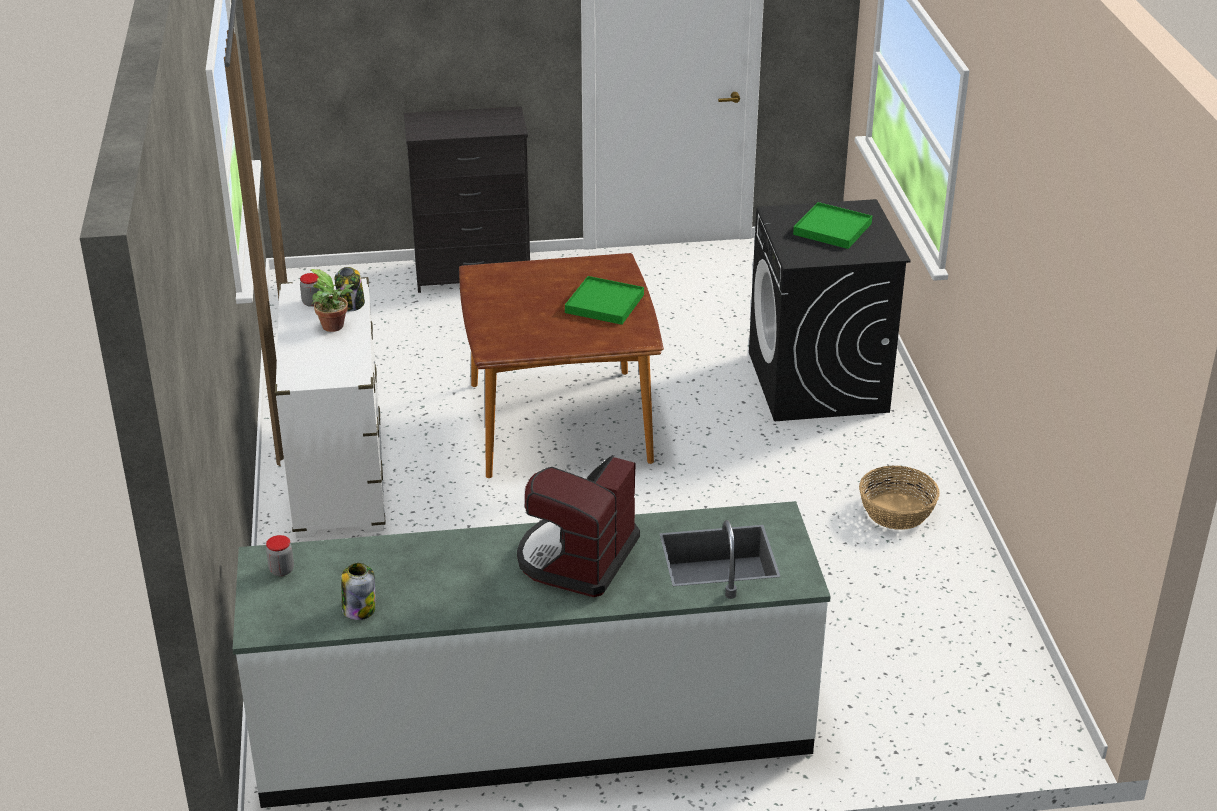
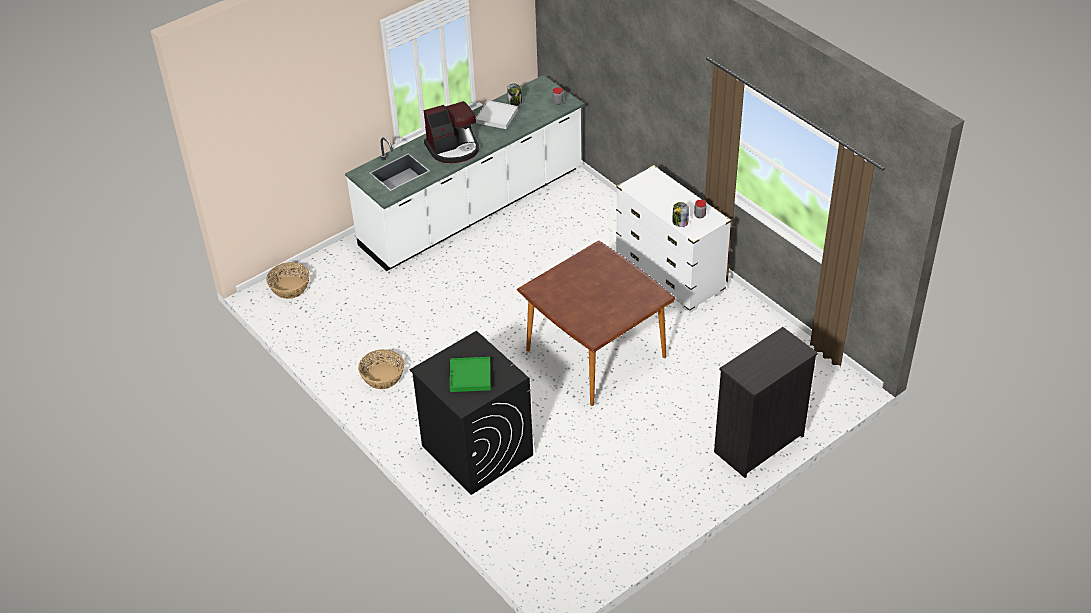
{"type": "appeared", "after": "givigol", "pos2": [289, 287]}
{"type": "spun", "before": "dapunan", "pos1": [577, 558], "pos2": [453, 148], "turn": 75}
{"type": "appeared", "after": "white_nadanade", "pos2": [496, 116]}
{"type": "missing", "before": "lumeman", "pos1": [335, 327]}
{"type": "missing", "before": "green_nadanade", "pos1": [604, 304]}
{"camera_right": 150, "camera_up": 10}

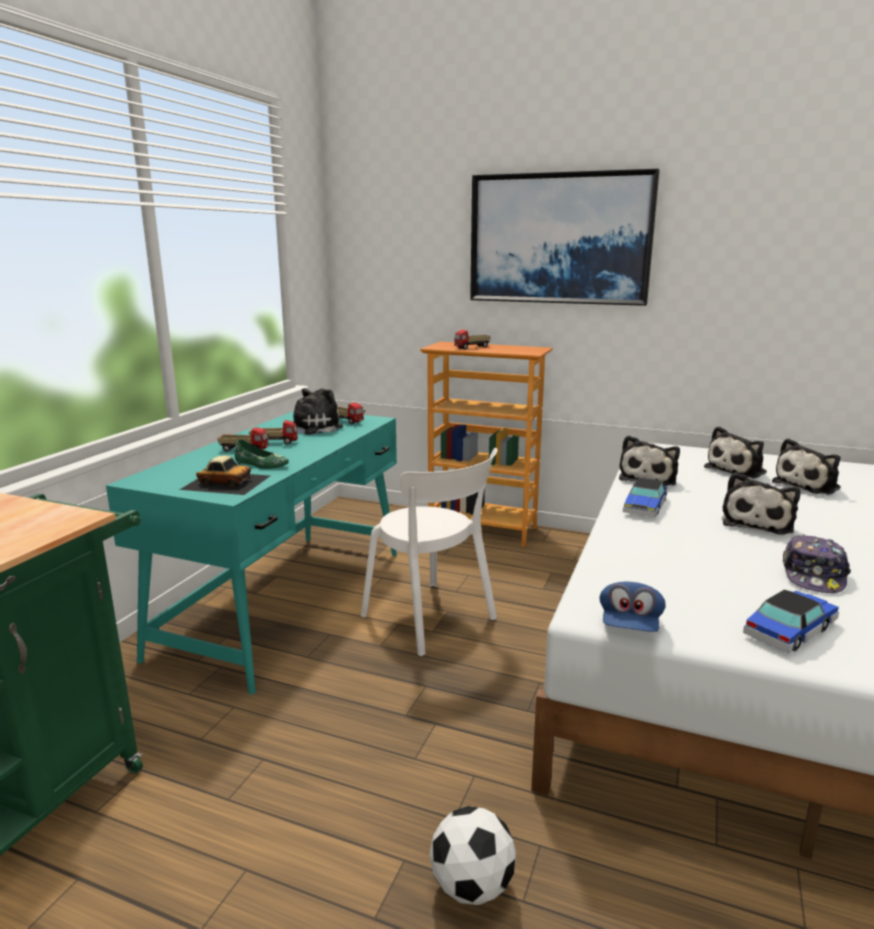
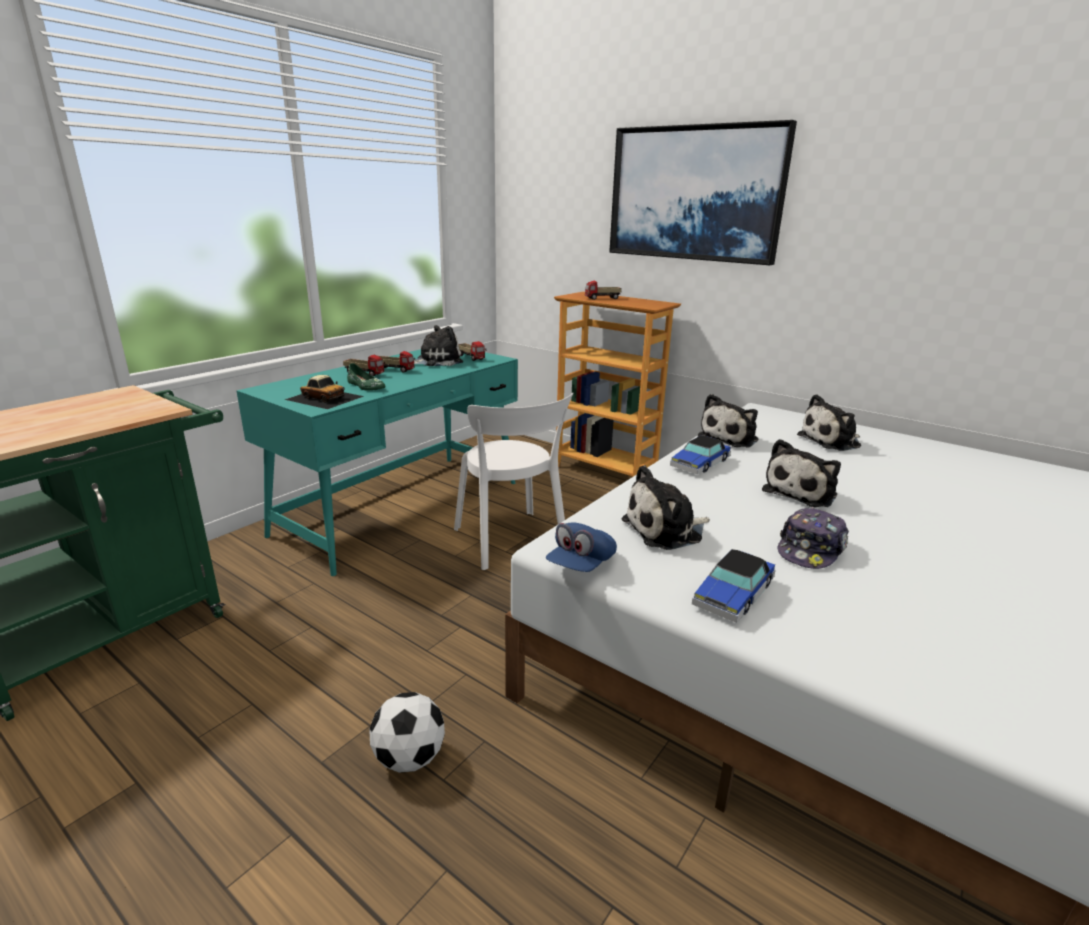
{"type": "relocated", "before": "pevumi", "pos1": [808, 485], "pos2": [666, 530]}
{"type": "spun", "before": "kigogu", "pos1": [790, 630], "pos2": [733, 594], "turn": 150}
{"camera_right": 15, "camera_up": 5}

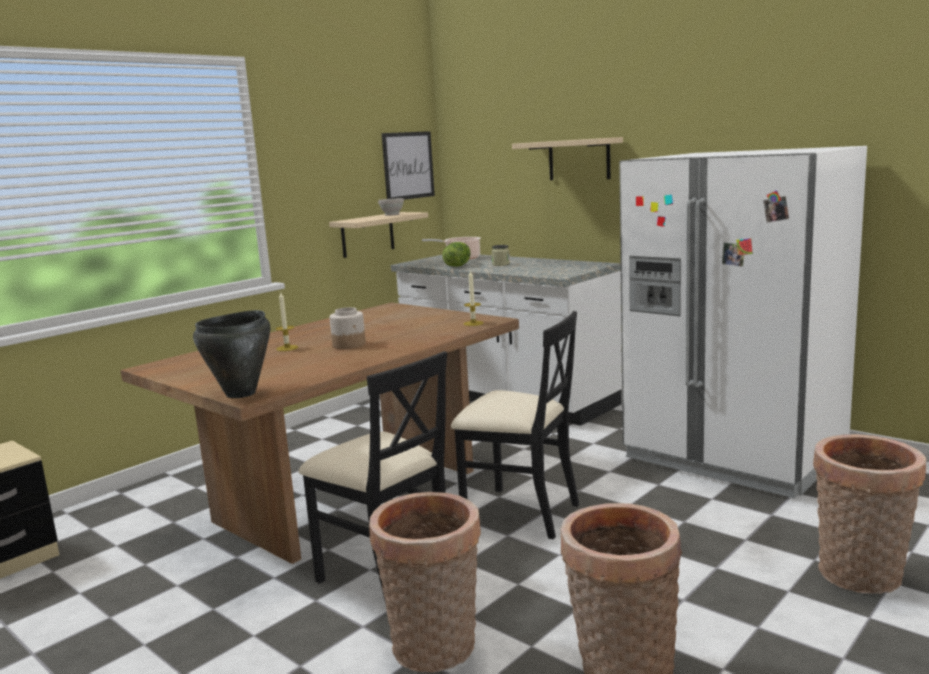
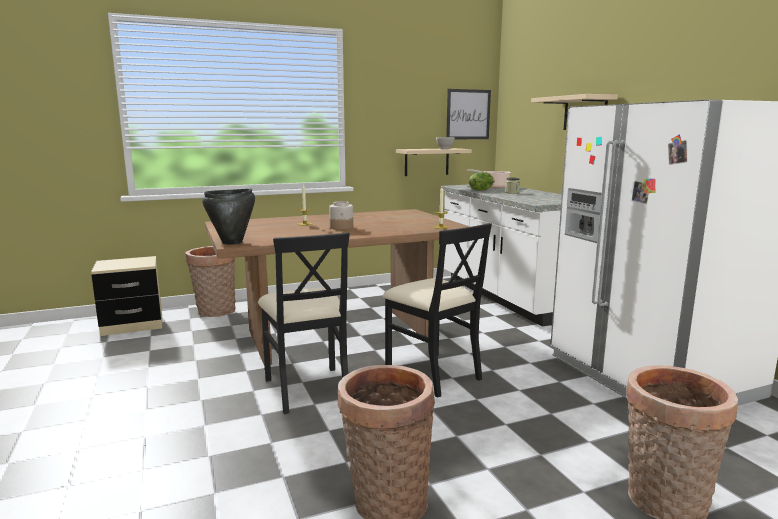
{"type": "relocated", "before": "givigol", "pos1": [434, 651], "pos2": [215, 312]}
{"camera_right": 25, "camera_up": 0}

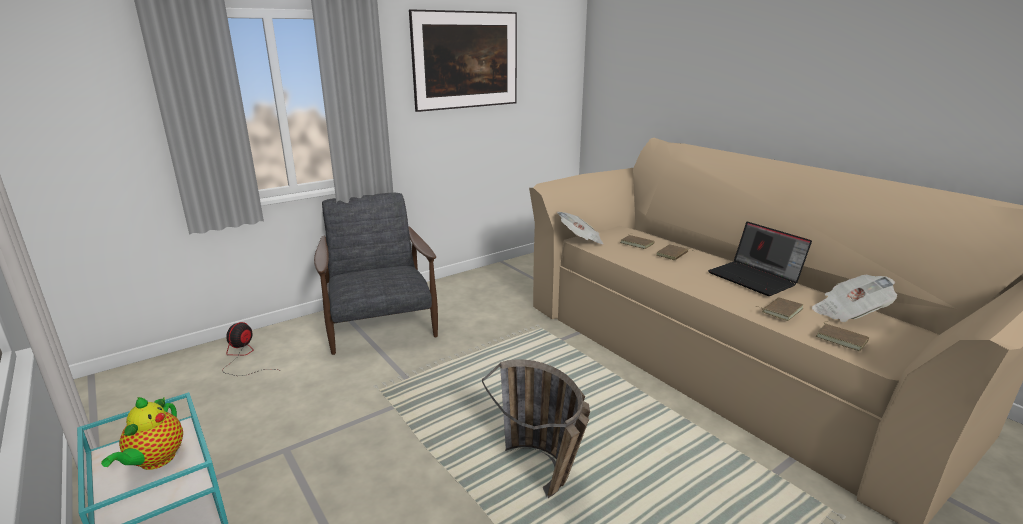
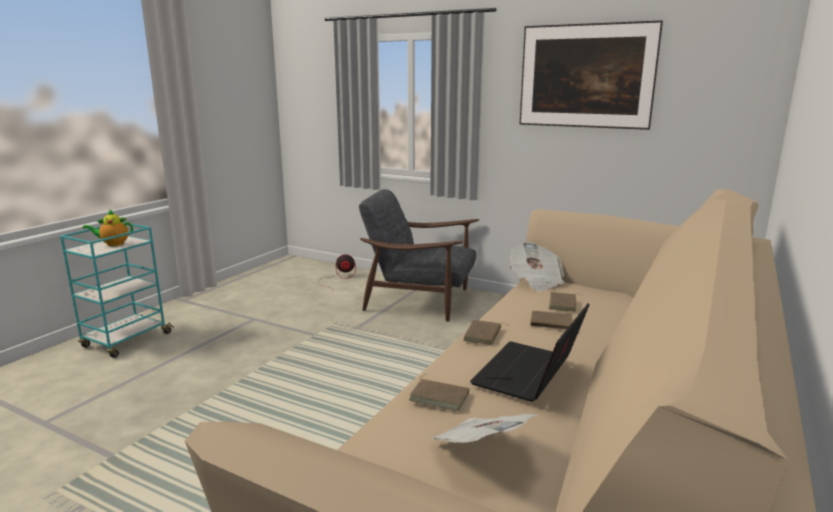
{"type": "spun", "before": "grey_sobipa", "pos1": [380, 324], "pos2": [420, 300], "turn": -120}
{"type": "relocated", "before": "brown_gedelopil", "pos1": [842, 339], "pos2": [484, 335]}
{"type": "missing", "before": "givigol", "pos1": [545, 479]}
{"camera_right": 65, "camera_up": -5}

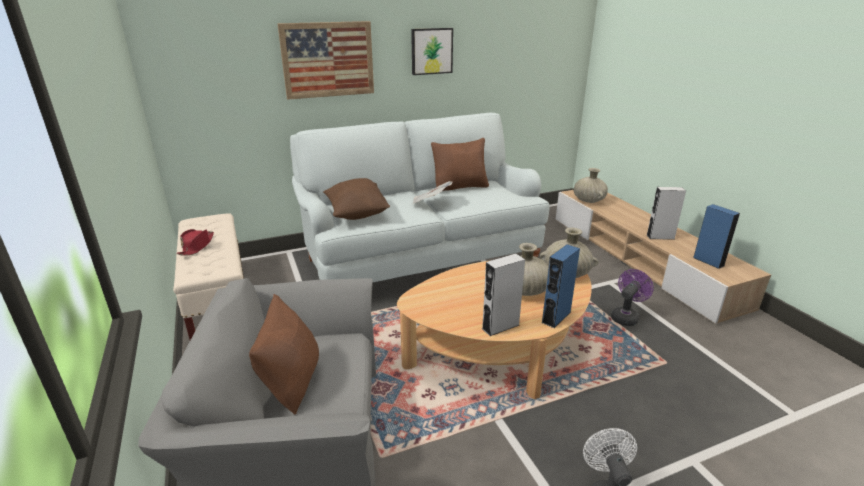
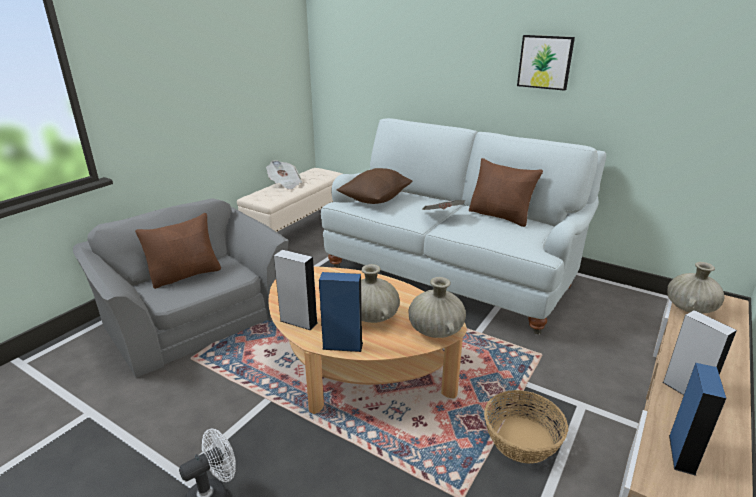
{"type": "exchanged", "before": "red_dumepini", "after": "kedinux", "pos1": [197, 246], "pos2": [285, 184]}
{"type": "exchanged", "before": "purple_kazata", "after": "givigol", "pos1": [626, 316], "pos2": [521, 439]}
{"type": "missing", "before": "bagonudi", "pos1": [328, 60]}
{"camera_right": 55, "camera_up": 0}

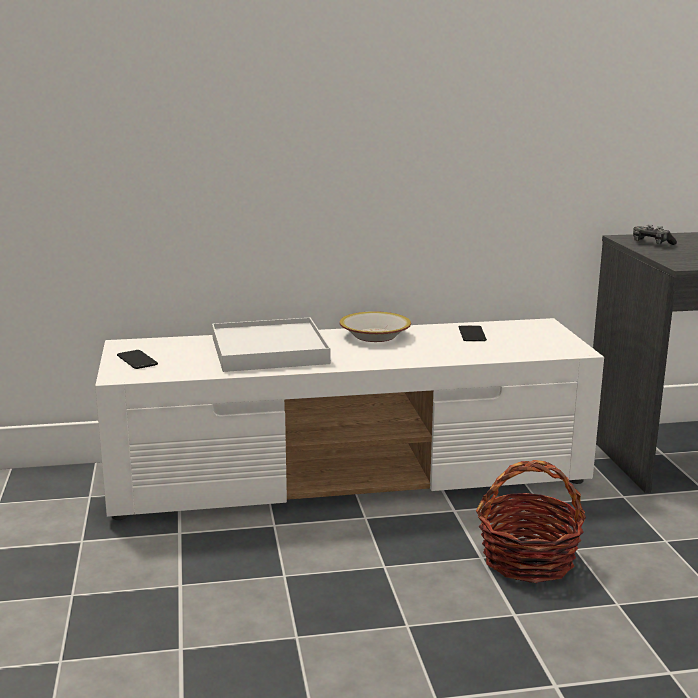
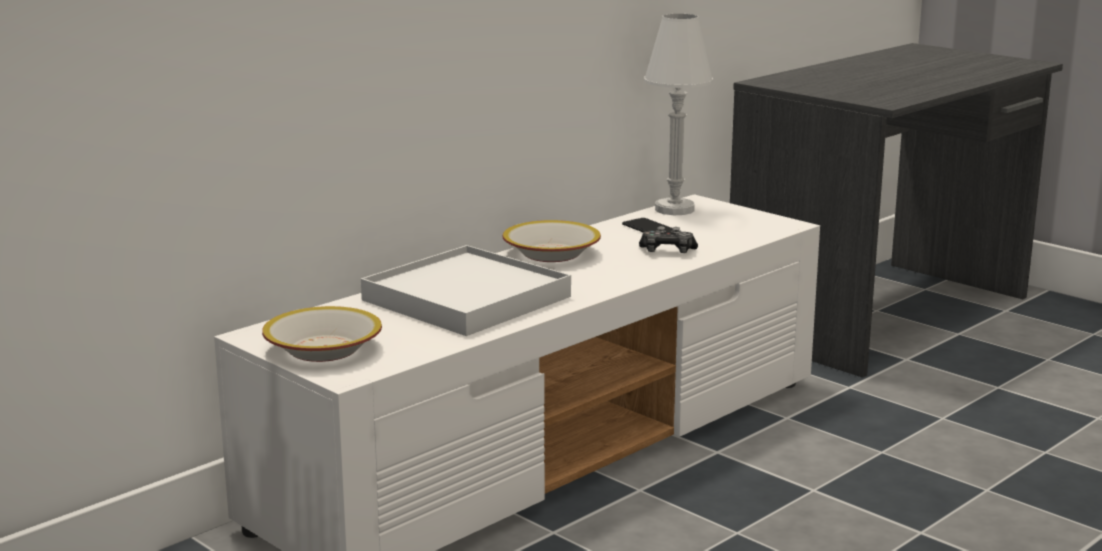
{"type": "exchanged", "before": "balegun", "after": "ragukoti", "pos1": [137, 360], "pos2": [323, 350]}
{"type": "relocated", "before": "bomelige", "pos1": [651, 243], "pos2": [667, 251]}
{"type": "appeared", "after": "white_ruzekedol", "pos2": [674, 209]}
{"type": "missing", "before": "givigol", "pos1": [528, 560]}
{"camera_right": -35, "camera_up": 0}

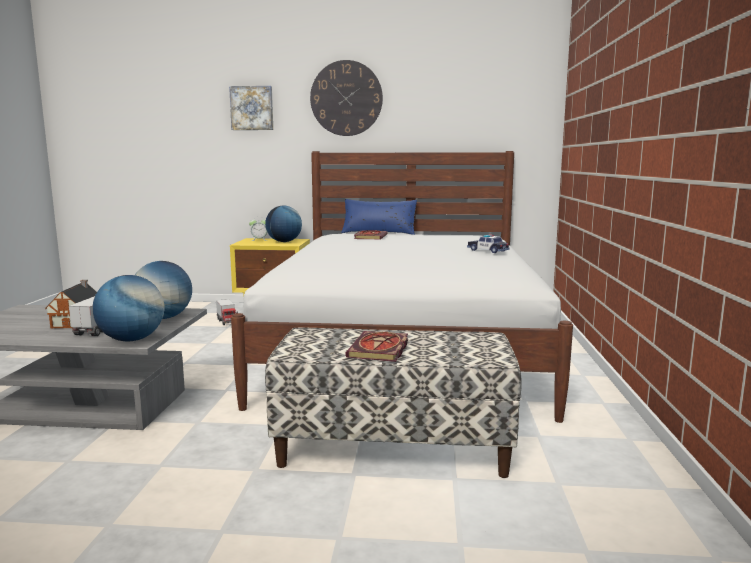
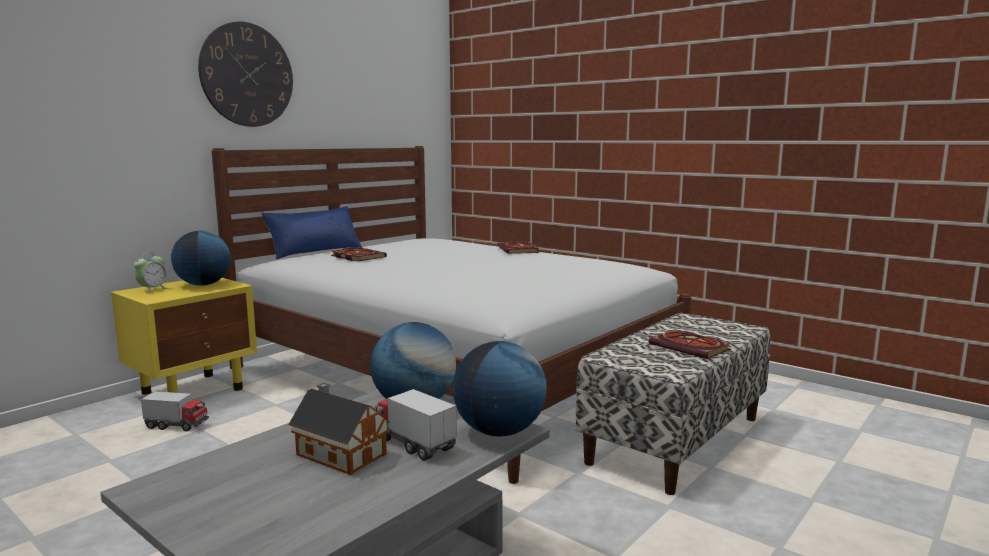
{"type": "exchanged", "before": "kigogu", "after": "gedelopil", "pos1": [487, 250], "pos2": [519, 250]}
{"type": "missing", "before": "bagonudi", "pos1": [252, 108]}
{"camera_right": -55, "camera_up": 0}

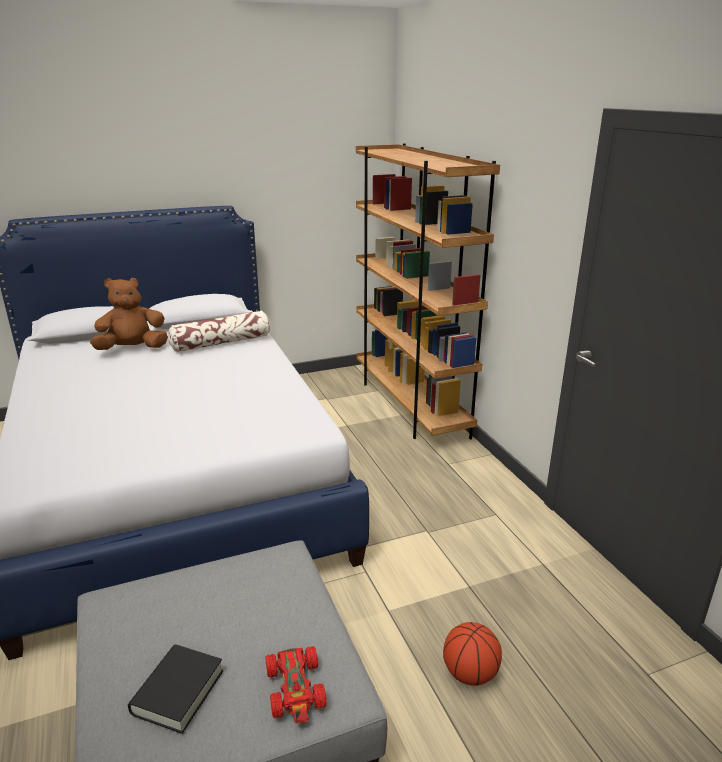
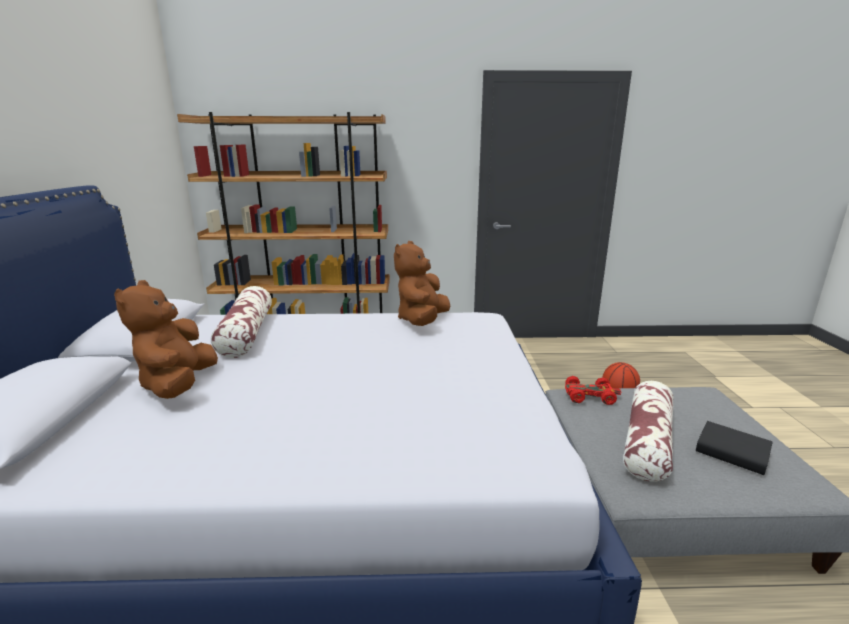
{"type": "appeared", "after": "brown_pevumi", "pos2": [422, 321]}
{"type": "relocated", "before": "red_kigogu", "pos1": [296, 689], "pos2": [590, 396]}
{"type": "appeared", "after": "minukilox", "pos2": [647, 441]}
{"camera_right": -70, "camera_up": -5}

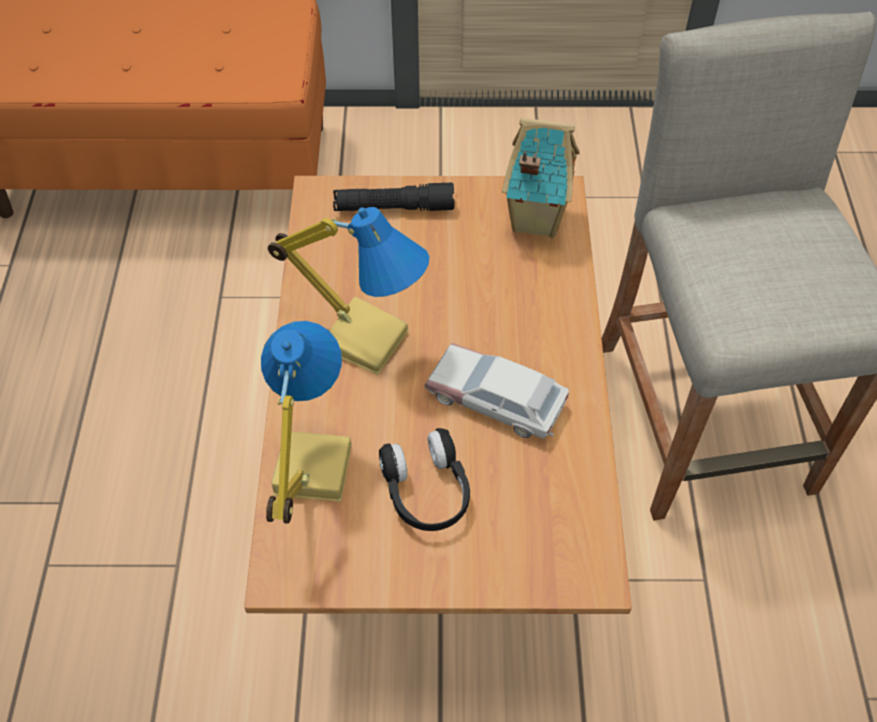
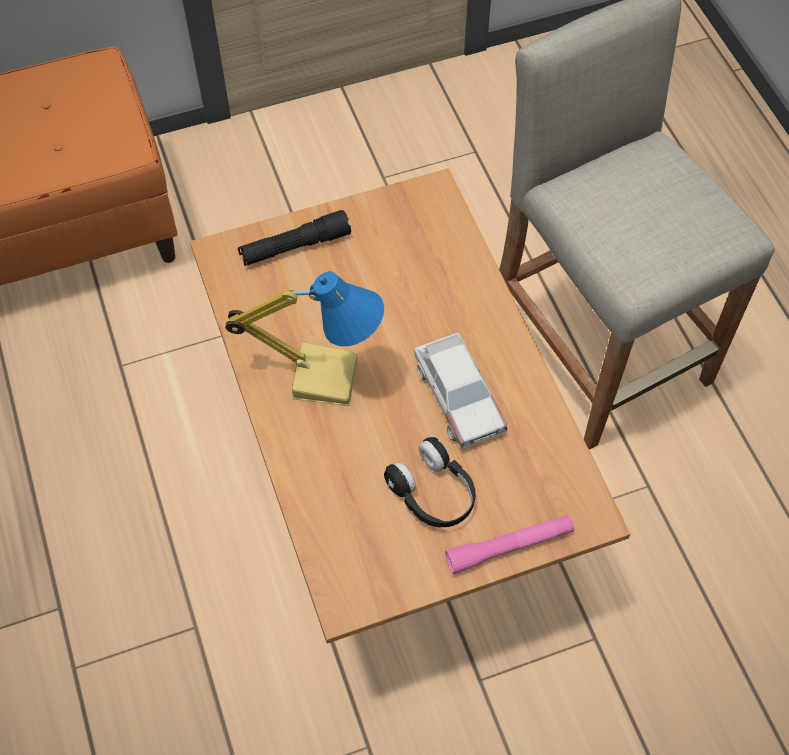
{"type": "spun", "before": "kigogu", "pos1": [497, 399], "pos2": [458, 396], "turn": -120}
{"type": "appeared", "after": "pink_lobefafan", "pos2": [509, 547]}
{"type": "missing", "before": "ruzekedol", "pos1": [309, 469]}
{"type": "missing", "before": "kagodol", "pos1": [534, 219]}
{"camera_right": -20, "camera_up": 5}

